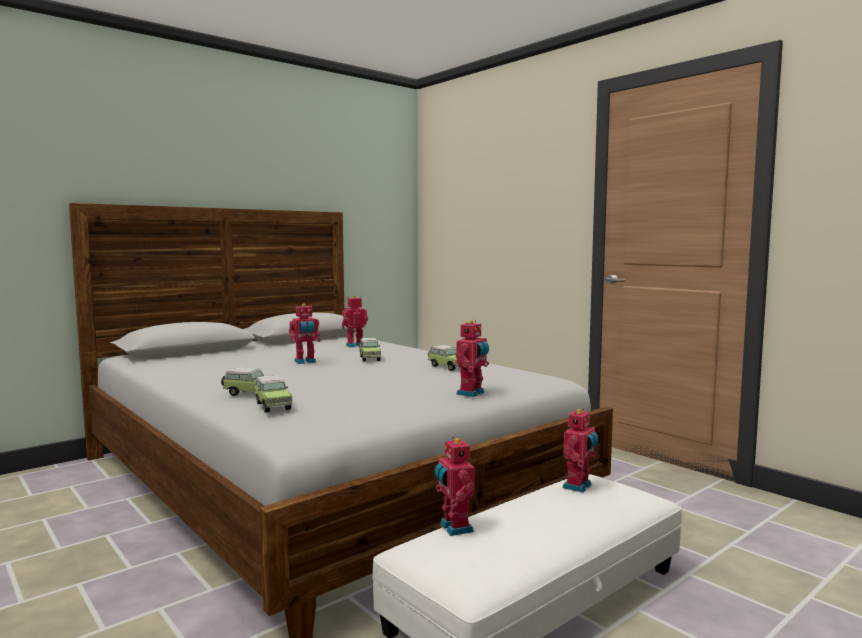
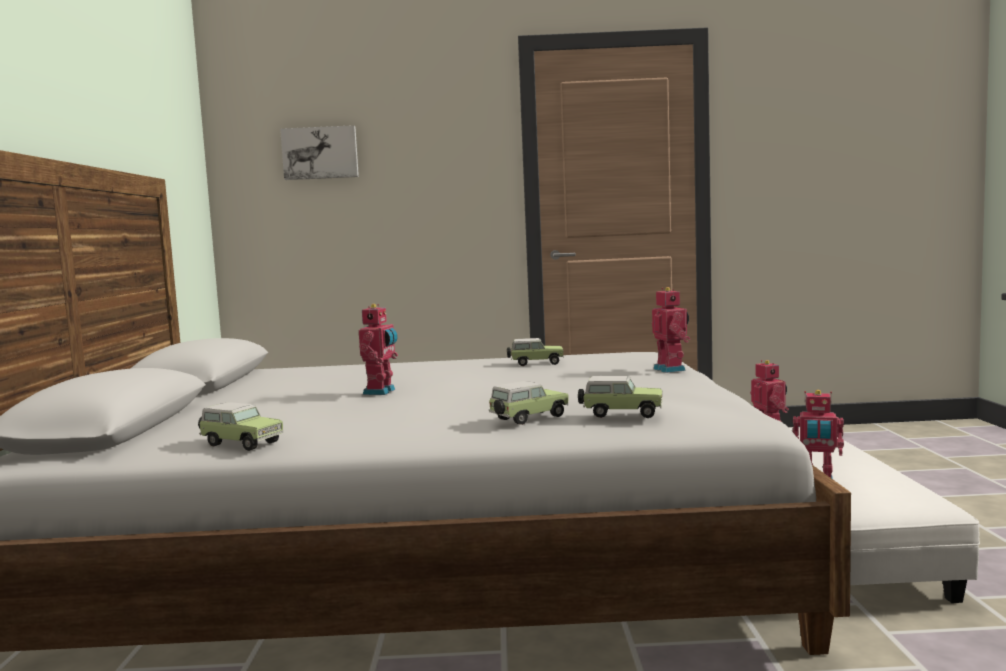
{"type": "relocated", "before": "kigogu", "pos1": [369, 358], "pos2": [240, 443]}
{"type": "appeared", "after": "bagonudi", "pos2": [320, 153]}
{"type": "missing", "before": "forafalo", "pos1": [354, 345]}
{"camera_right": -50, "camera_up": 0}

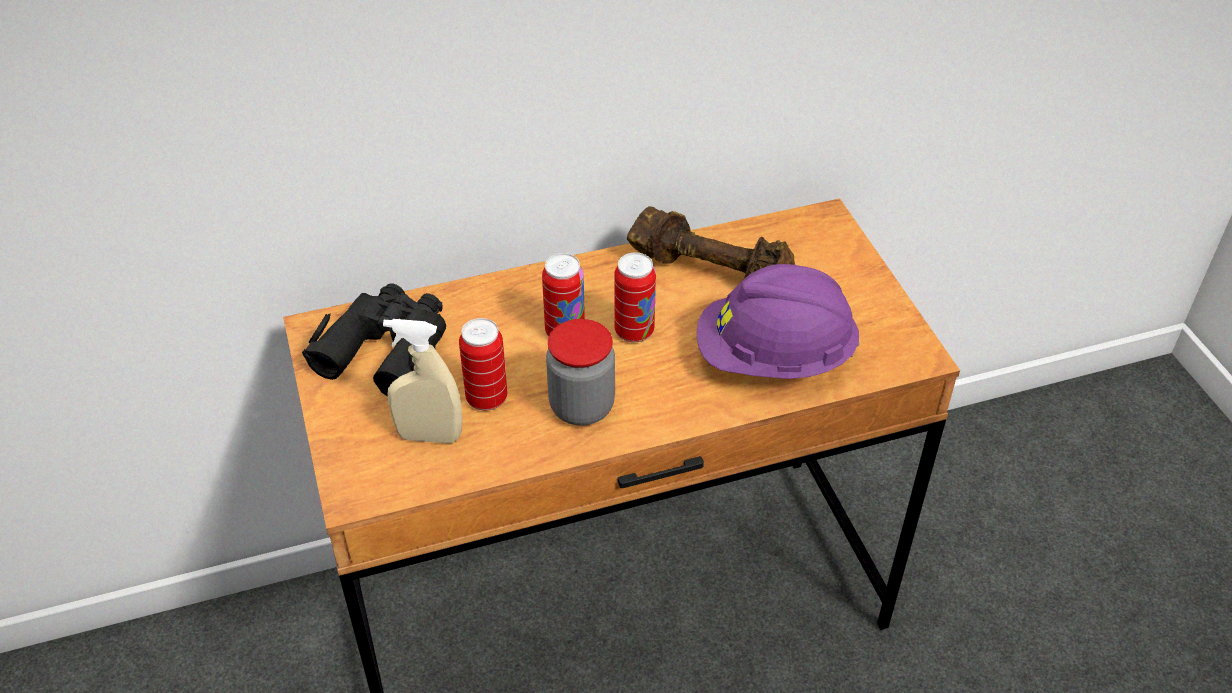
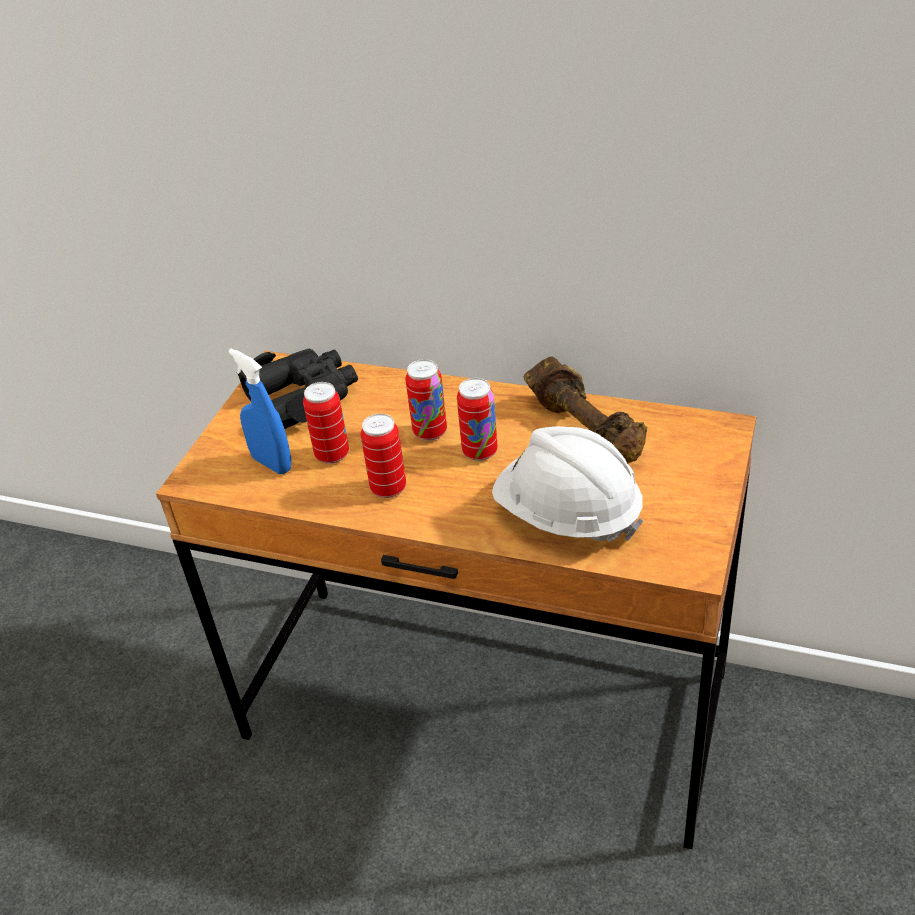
{"type": "colour", "before": "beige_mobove", "after": "blue_mobove", "pos1": [429, 436], "pos2": [272, 463]}
{"type": "exchanged", "before": "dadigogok", "after": "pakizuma", "pos1": [581, 407], "pos2": [388, 488]}
{"type": "colour", "before": "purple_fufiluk", "after": "white_fufiluk", "pos1": [774, 358], "pos2": [567, 516]}
{"camera_right": 40, "camera_up": -5}

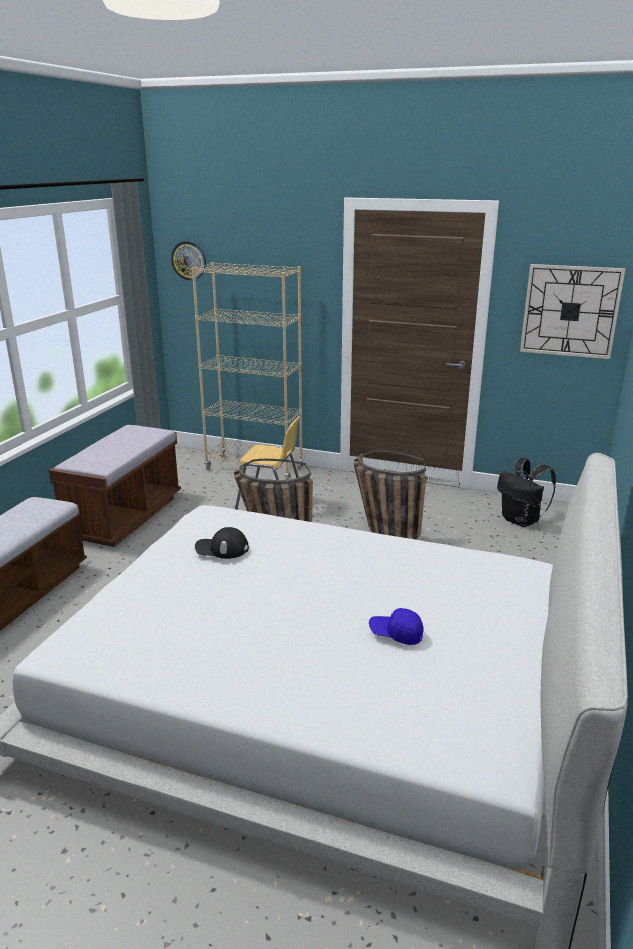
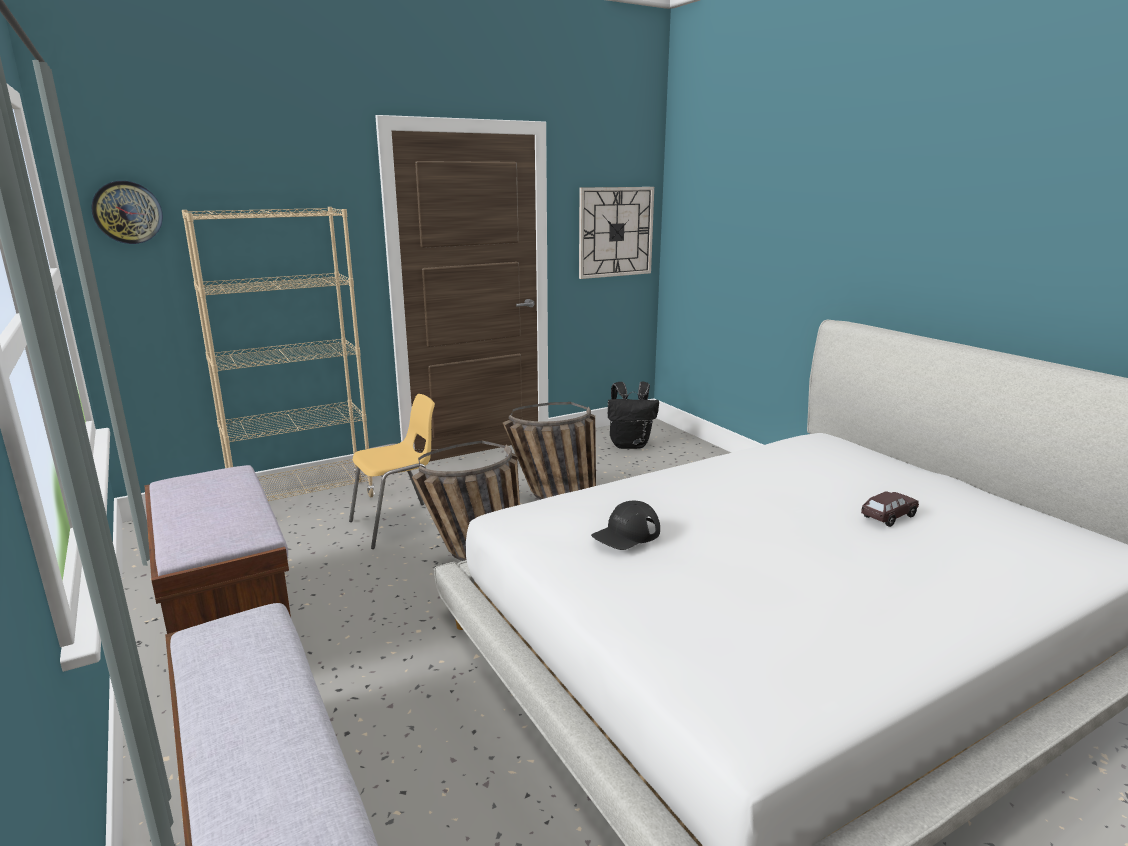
{"type": "exchanged", "before": "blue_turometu", "after": "brown_kigogu", "pos1": [396, 634], "pos2": [888, 517]}
{"camera_right": -50, "camera_up": -5}

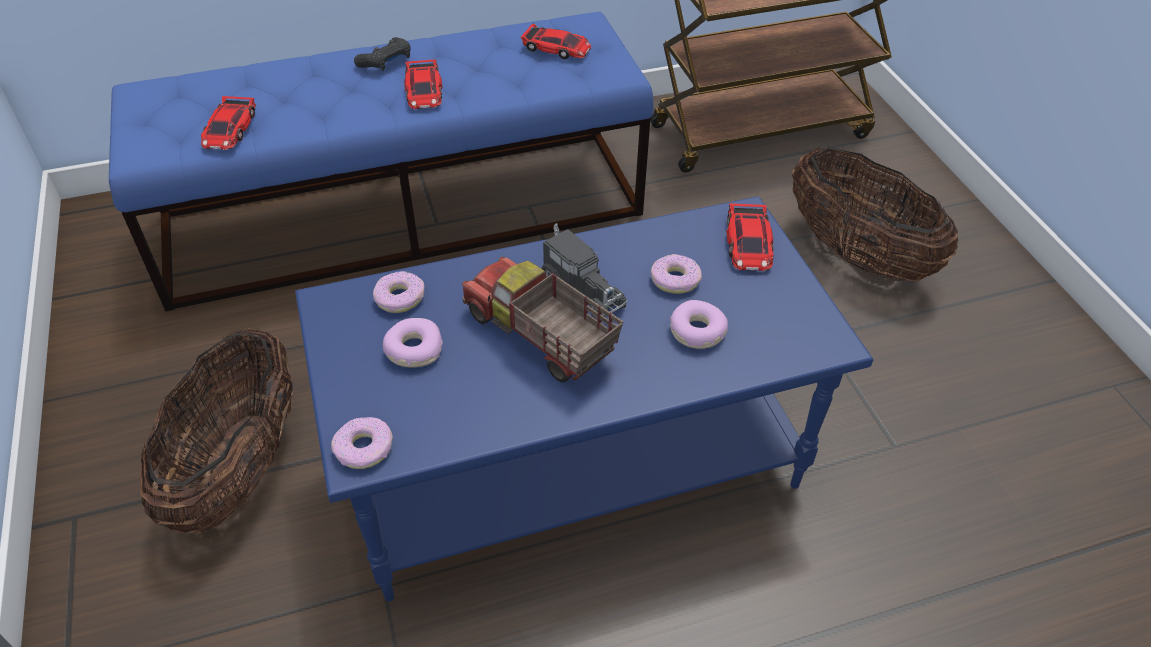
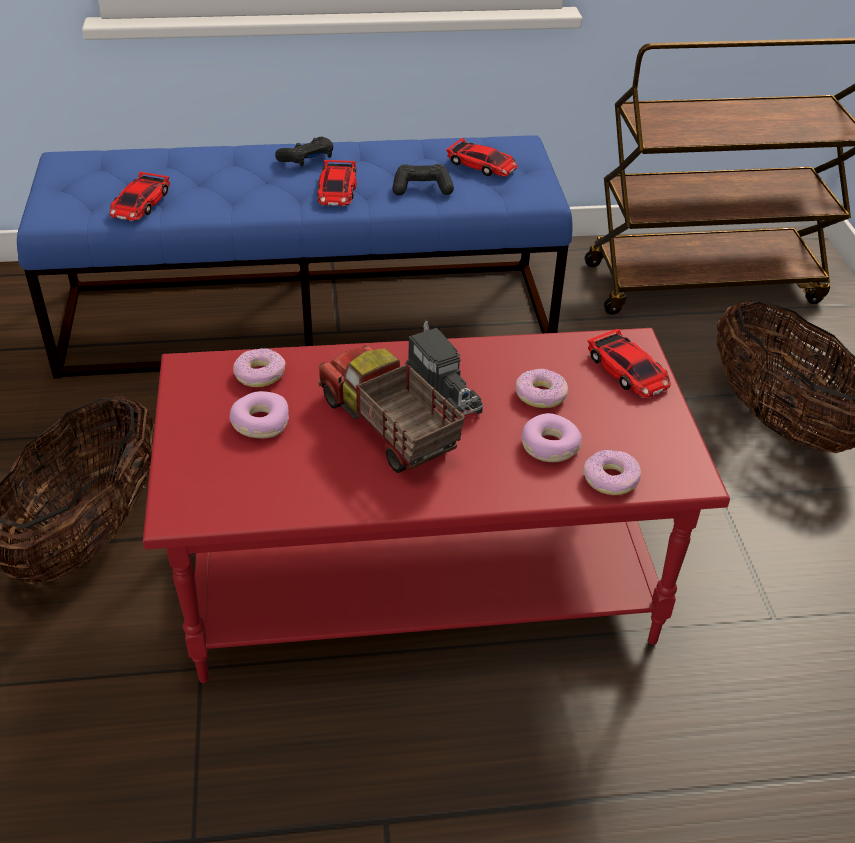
{"type": "colour", "before": "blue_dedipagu", "after": "red_dedipagu", "pos1": [571, 464], "pos2": [419, 583]}
{"type": "appeared", "after": "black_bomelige", "pos2": [422, 188]}
{"type": "relocated", "before": "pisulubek", "pos1": [364, 449], "pos2": [611, 479]}
{"type": "spun", "before": "kigogu", "pos1": [749, 243], "pos2": [628, 371], "turn": -45}
{"camera_right": 10, "camera_up": -5}

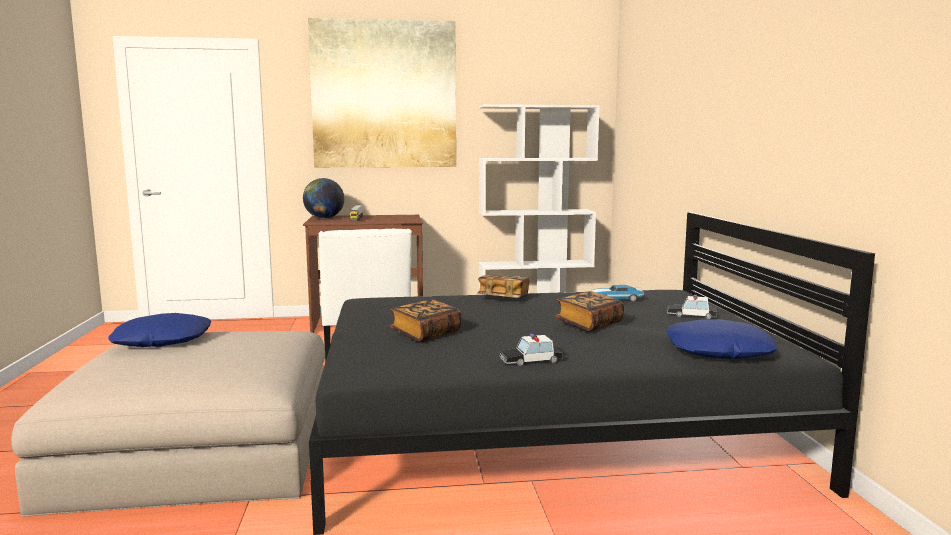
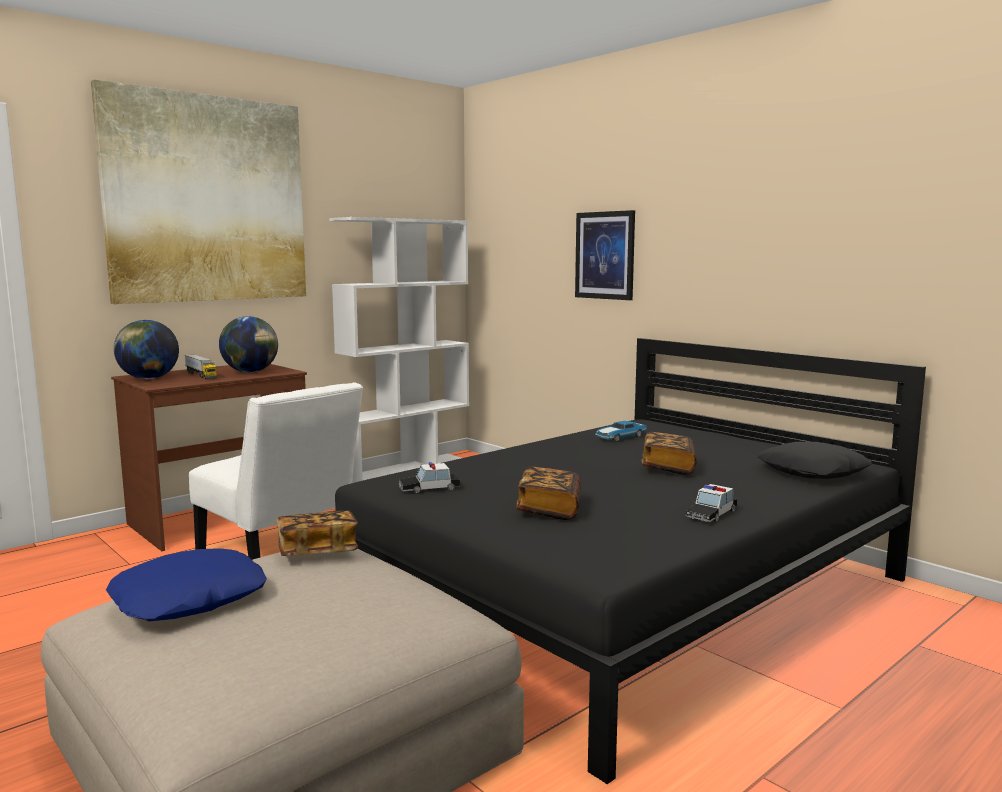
{"type": "appeared", "after": "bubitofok", "pos2": [250, 372]}
{"type": "relocated", "before": "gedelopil", "pos1": [503, 298], "pos2": [317, 552]}
{"type": "relocated", "before": "kigogu", "pos1": [691, 315], "pos2": [429, 488]}
{"type": "appeared", "after": "bagonudi", "pos2": [605, 255]}
{"type": "colour", "before": "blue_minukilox", "after": "black_minukilox", "pos1": [718, 351], "pos2": [813, 472]}
{"camera_right": -35, "camera_up": 0}

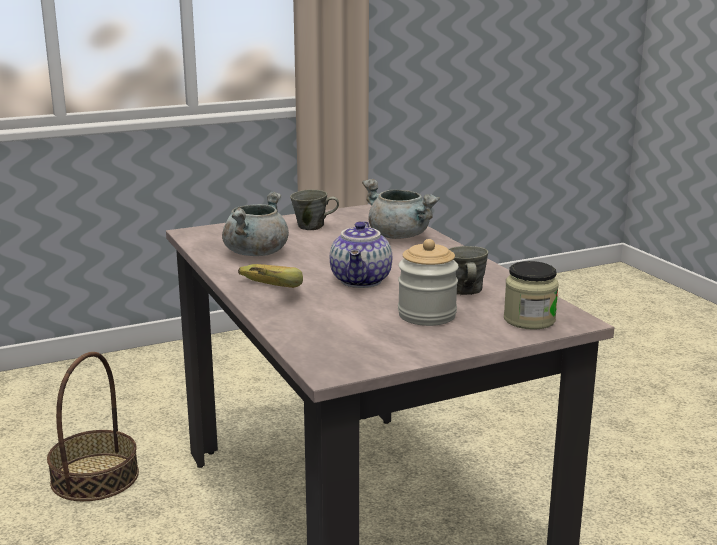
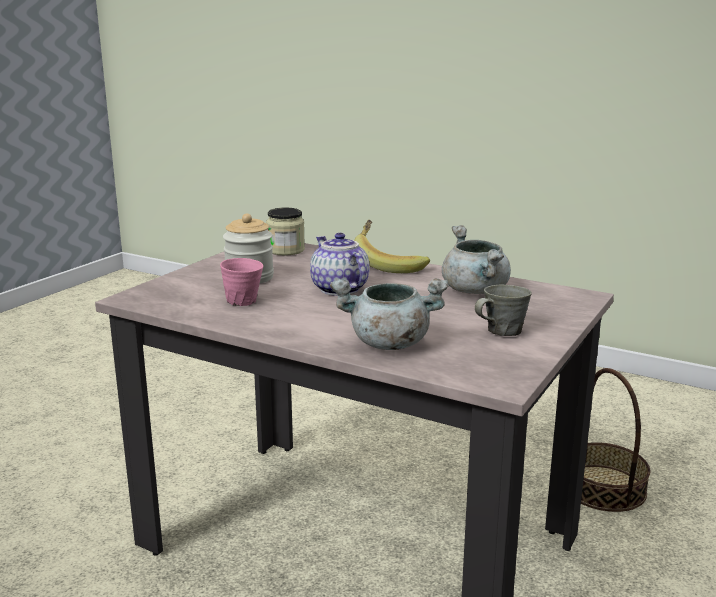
{"type": "colour", "before": "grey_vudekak", "after": "pink_vudekak", "pos1": [465, 291], "pos2": [241, 300]}
{"type": "relocated", "before": "dadigogok", "pos1": [529, 320], "pos2": [286, 250]}
{"camera_right": 145, "camera_up": 0}

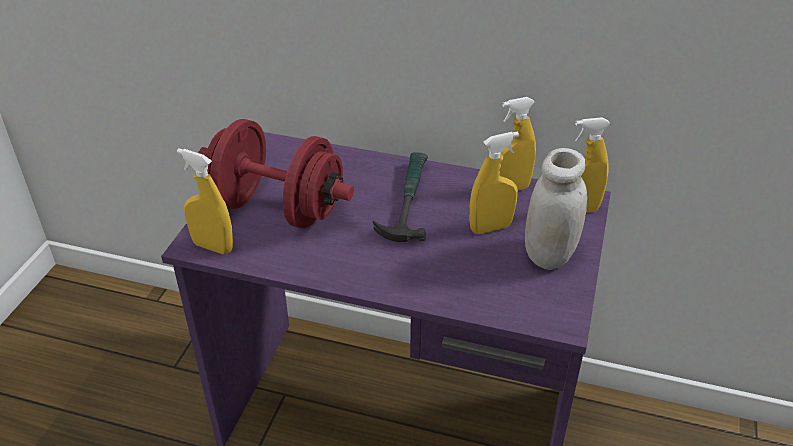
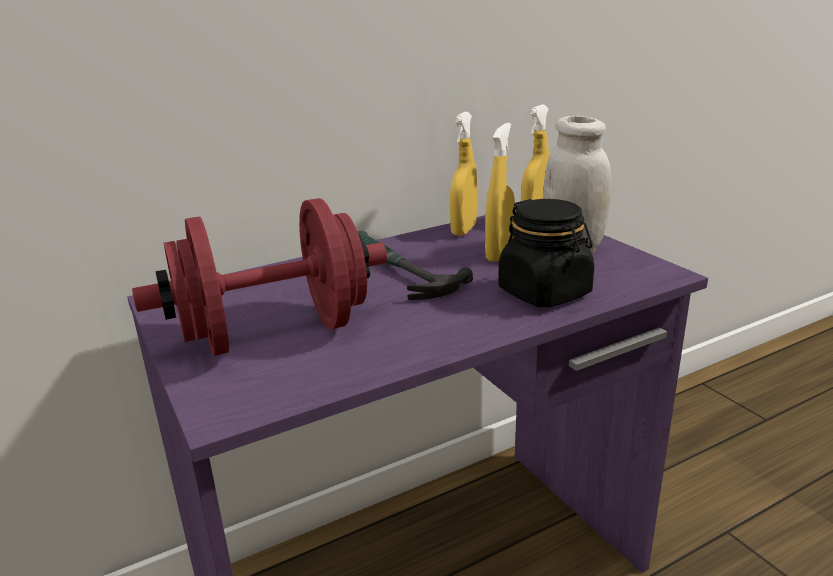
{"type": "appeared", "after": "black_dadigogok", "pos2": [545, 292]}
{"type": "missing", "before": "yellow_mobove", "pos1": [213, 247]}
{"camera_right": -45, "camera_up": -15}

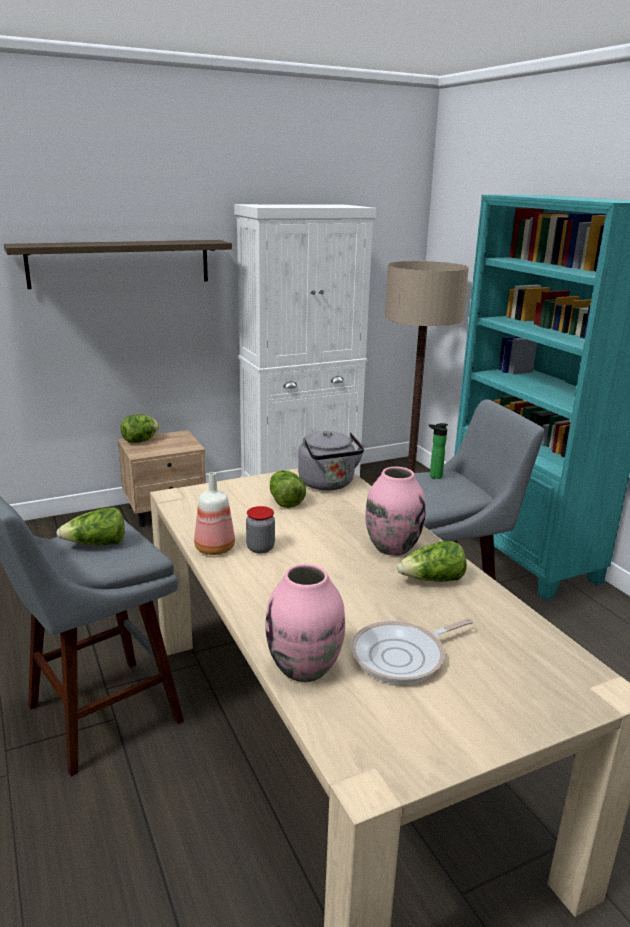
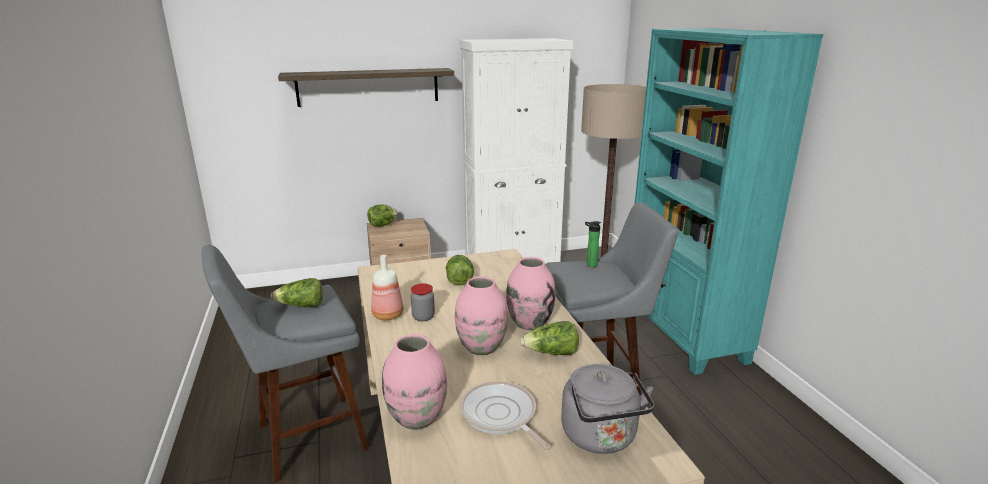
{"type": "appeared", "after": "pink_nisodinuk", "pos2": [482, 347]}
{"type": "spun", "before": "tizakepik", "pos1": [403, 656], "pos2": [500, 415], "turn": 75}
{"type": "relocated", "before": "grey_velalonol", "pos1": [328, 484], "pos2": [601, 437]}
{"camera_right": 10, "camera_up": 0}

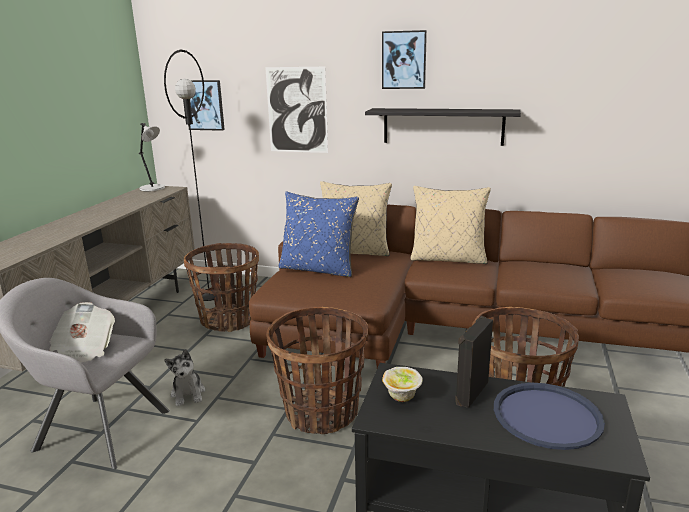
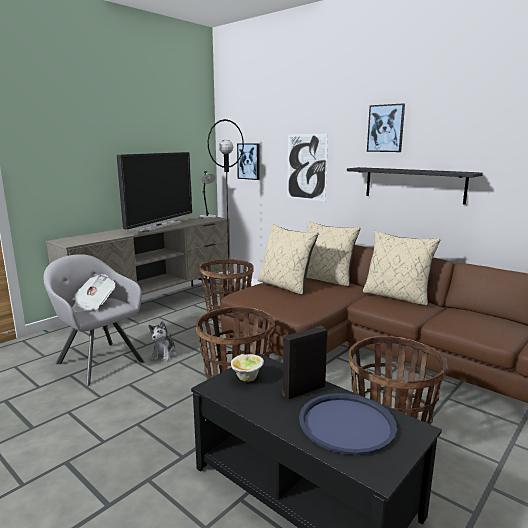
{"type": "appeared", "after": "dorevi", "pos2": [159, 226]}
{"type": "colour", "before": "blue_minukilox", "after": "beige_minukilox", "pos1": [318, 269], "pos2": [285, 286]}
{"camera_right": 25, "camera_up": -5}

